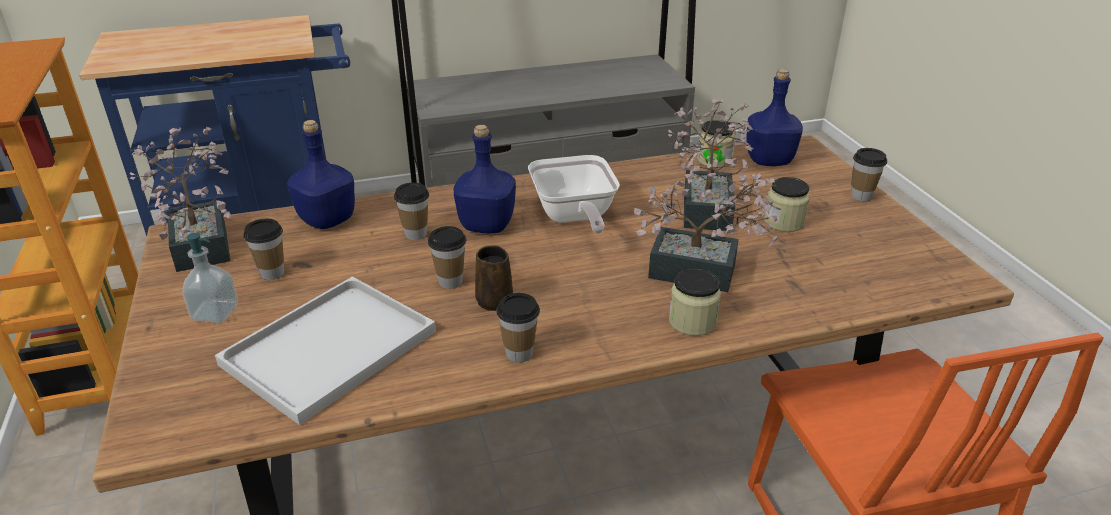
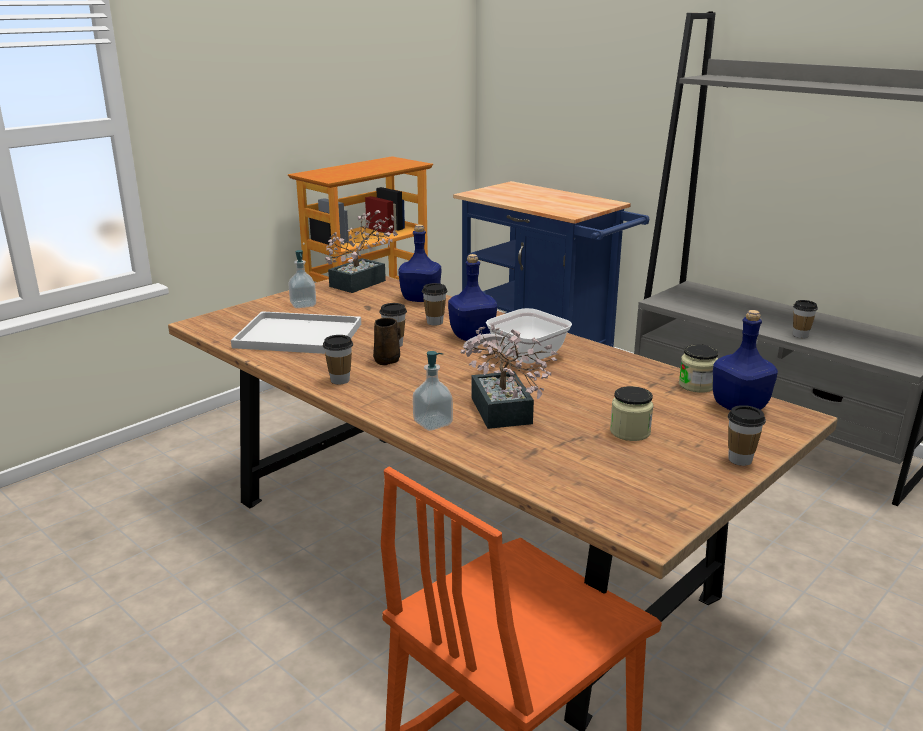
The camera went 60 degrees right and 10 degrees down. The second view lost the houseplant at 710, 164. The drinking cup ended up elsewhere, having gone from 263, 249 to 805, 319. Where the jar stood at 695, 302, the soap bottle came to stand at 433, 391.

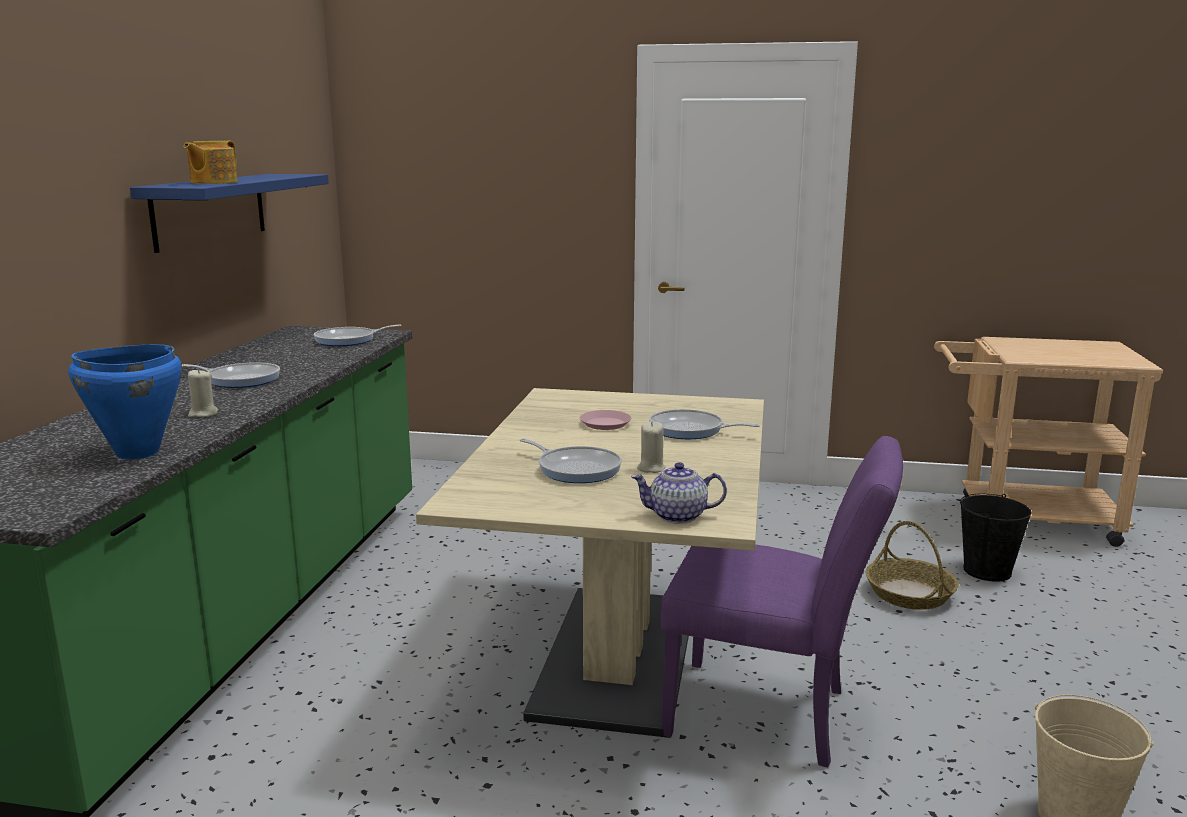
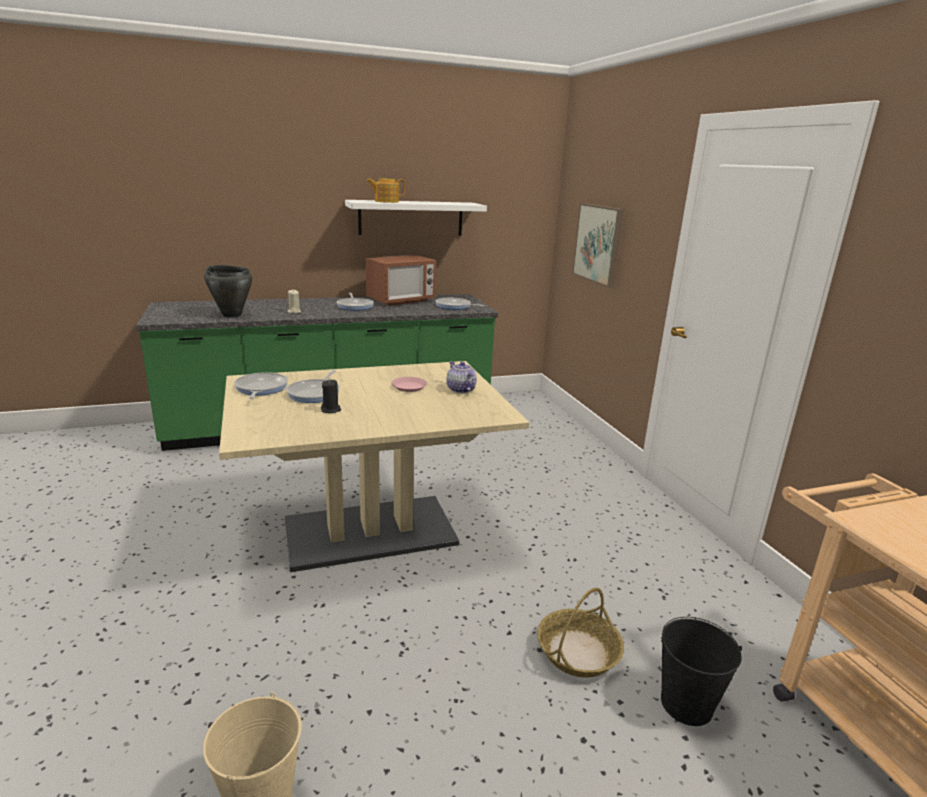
The camera went 60 degrees right and 5 degrees up. The second view lost the purple-coloured chair at 781, 601. The second view gained the kitchen microwave at 401, 280. The second view gained the wall picture at 598, 245. The teapot ended up elsewhere, having gone from 679, 493 to 461, 377. The frying pan ended up elsewhere, having gone from 704, 424 to 261, 385. What was the bluish saucepot at 125, 402 turned into the blackish saucepot at 228, 291. What was the bluish wall shelf at 229, 213 turned into the white wall shelf at 416, 218. What was the sand-coloured wax light at 651, 447 turned into the blackish wax light at 331, 396.

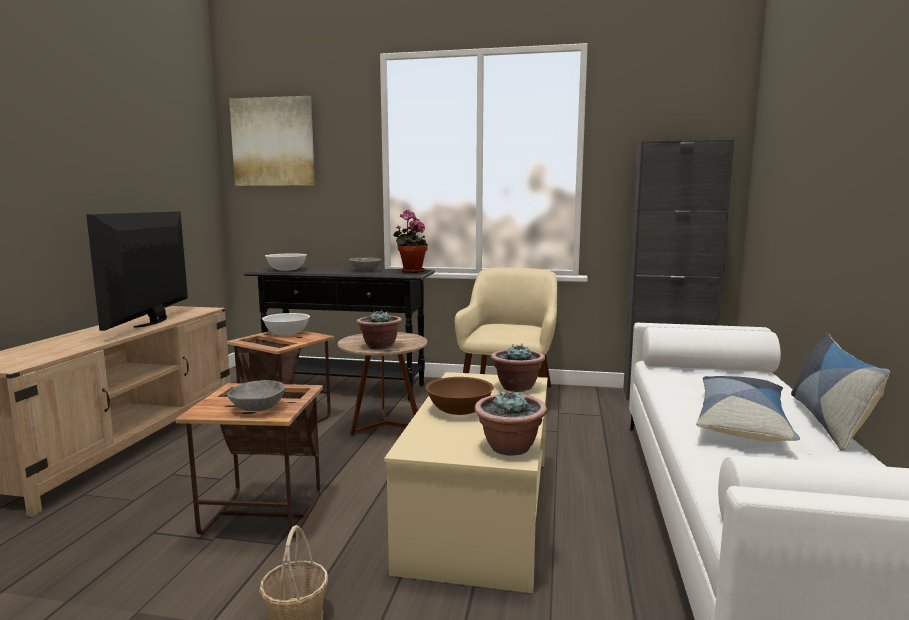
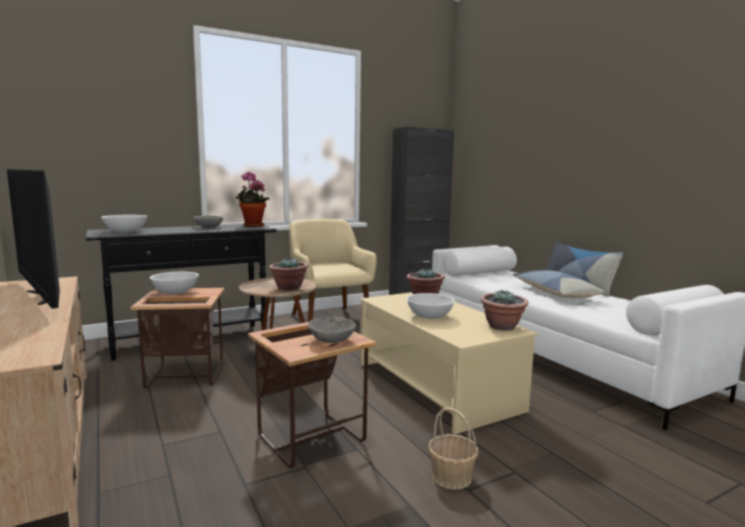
The camera went 40 degrees left and 0 degrees up. The second view lost the wall picture at 272, 141. What was the brown-coloured deep dish at 459, 396 turned into the white deep dish at 431, 306.

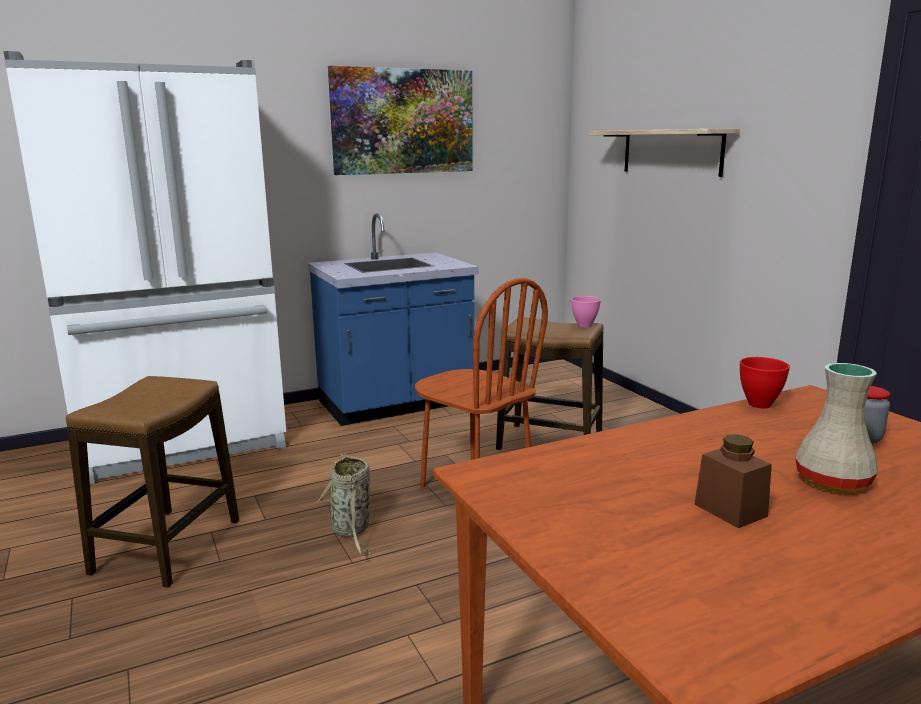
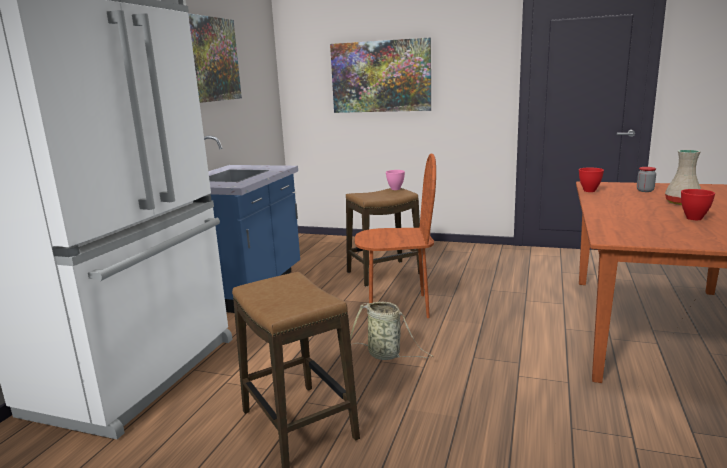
The camera went 45 degrees left and 0 degrees up. Where the wall shelf hung at 664, 153, the wall picture came to hang at 380, 75. Where the brown-coloured jar stood at 733, 481, the reddish deep dish came to stand at 698, 204.

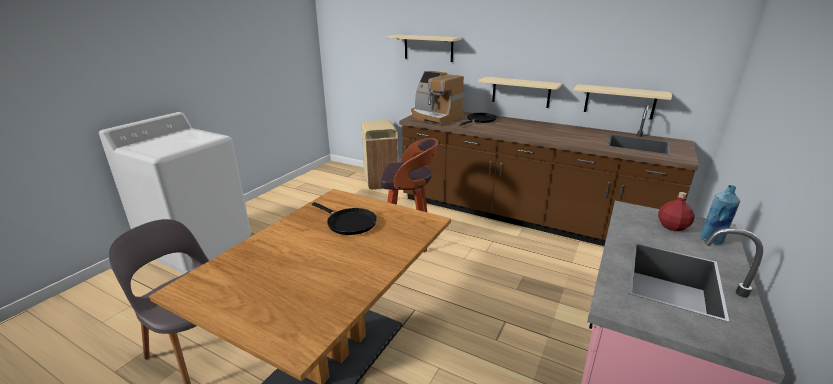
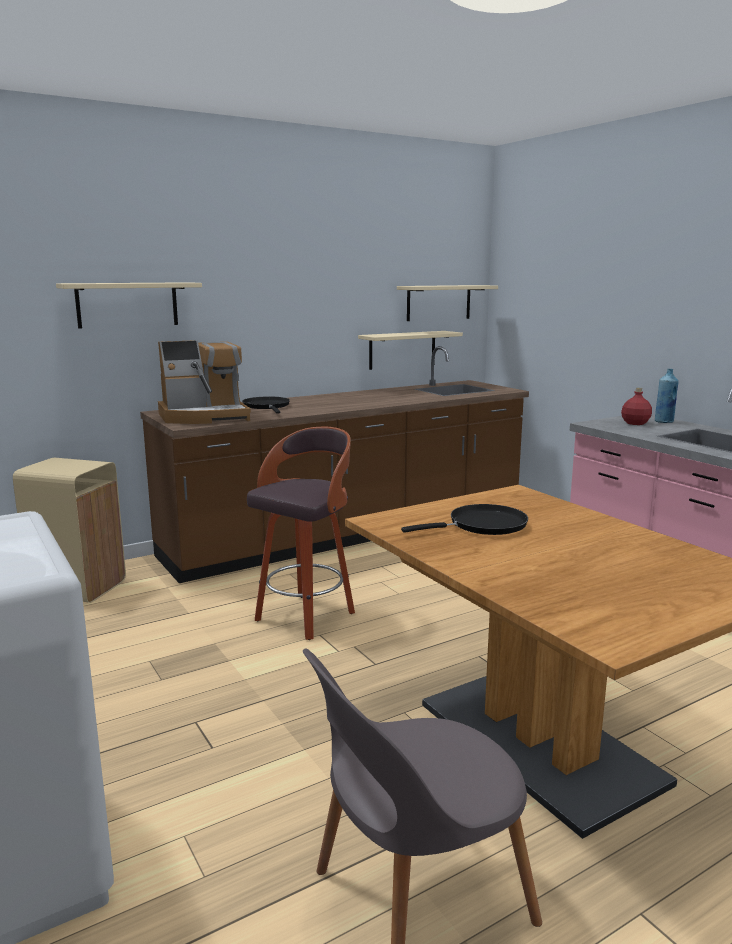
The camera went 60 degrees left and 10 degrees down. The sand-coloured wall shelf ended up elsewhere, having gone from 520, 92 to 447, 303.

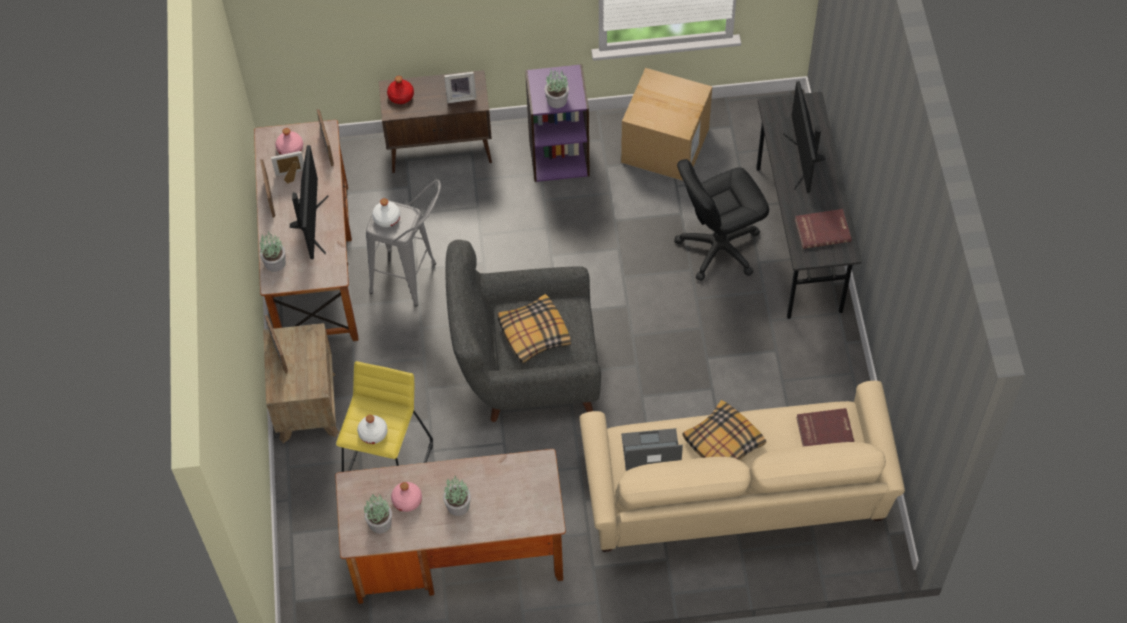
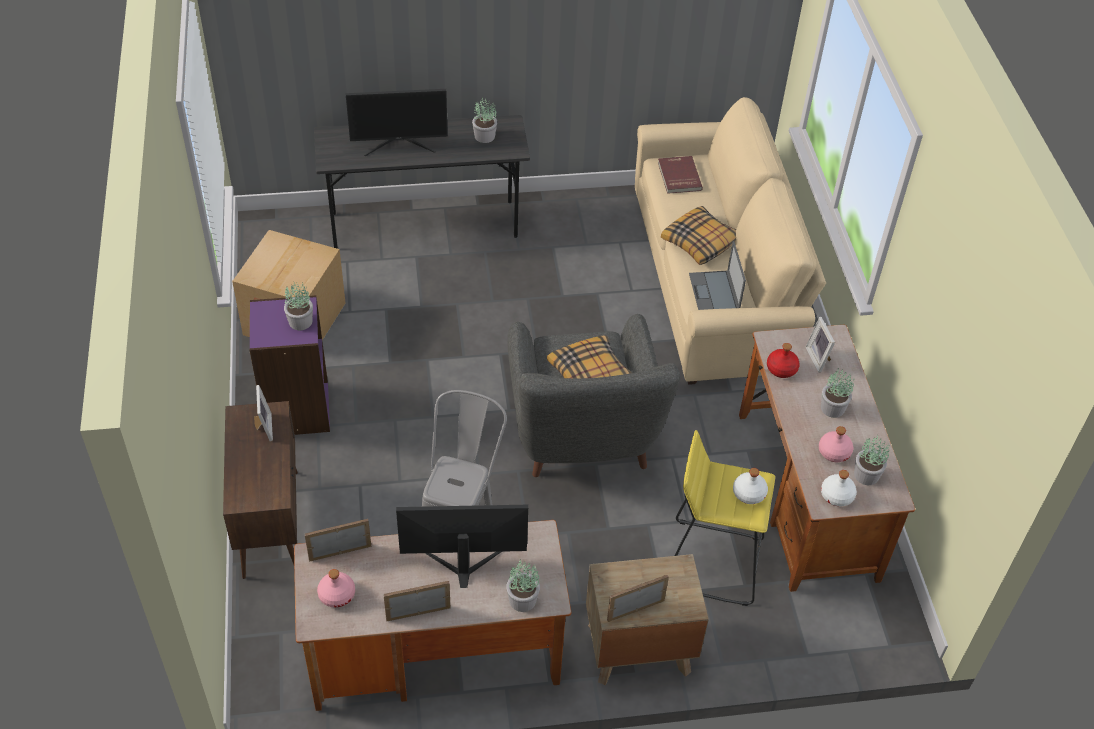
The camera went 95 degrees left and 10 degrees down. The second view lost the blackish desk chair at 721, 220. The picture frame ended up elsewhere, having gone from 287, 167 to 820, 345. The white bottle ended up elsewhere, having gone from 386, 212 to 839, 488. The reddish bottle ended up elsewhere, having gone from 400, 90 to 783, 360. Where the reddish volume stood at 823, 229, the houseplant came to stand at 484, 120.

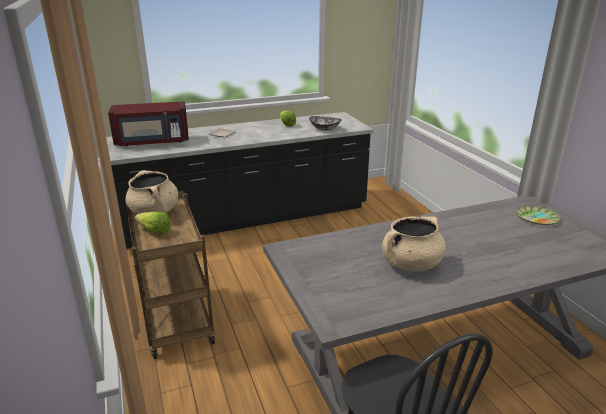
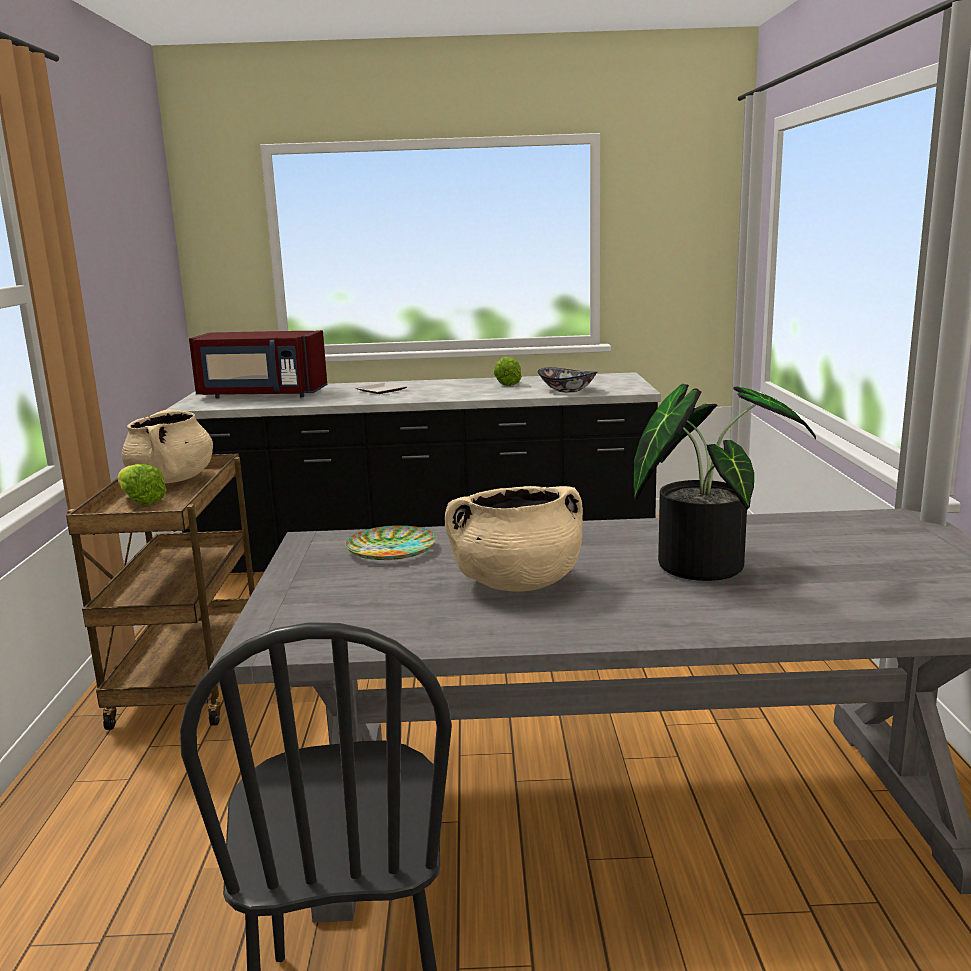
The camera went 20 degrees right and 10 degrees down. The second view gained the houseplant at 725, 482. The plate ended up elsewhere, having gone from 538, 215 to 391, 542.

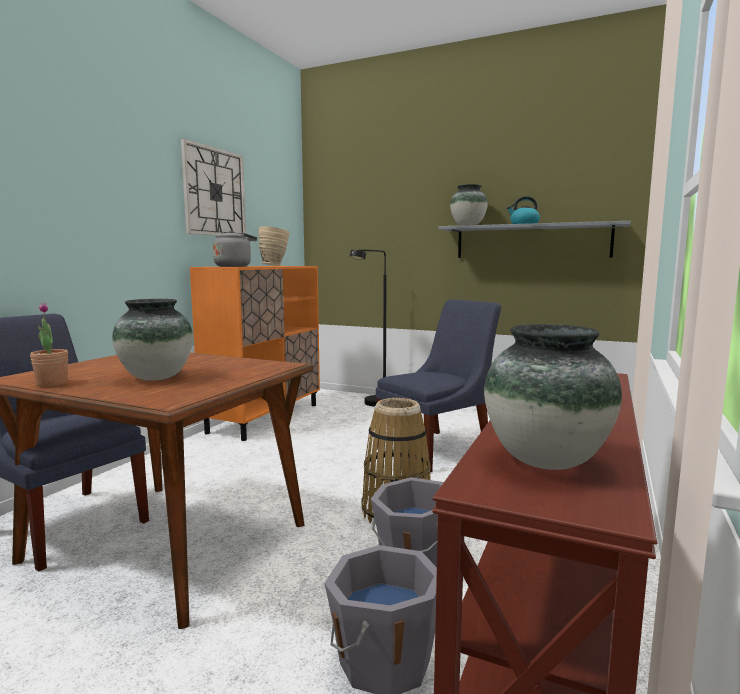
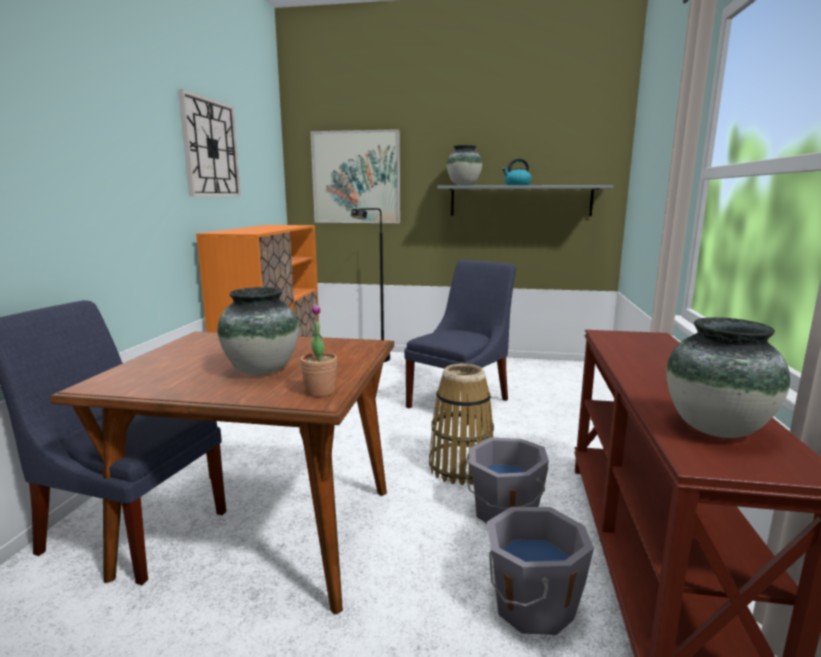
The camera went 15 degrees left and 5 degrees up. The second view lost the gray kettle at 235, 248. The second view lost the sand-coloured vase at 274, 246. The second view gained the wall picture at 355, 176. The houseplant ended up elsewhere, having gone from 49, 345 to 318, 350.

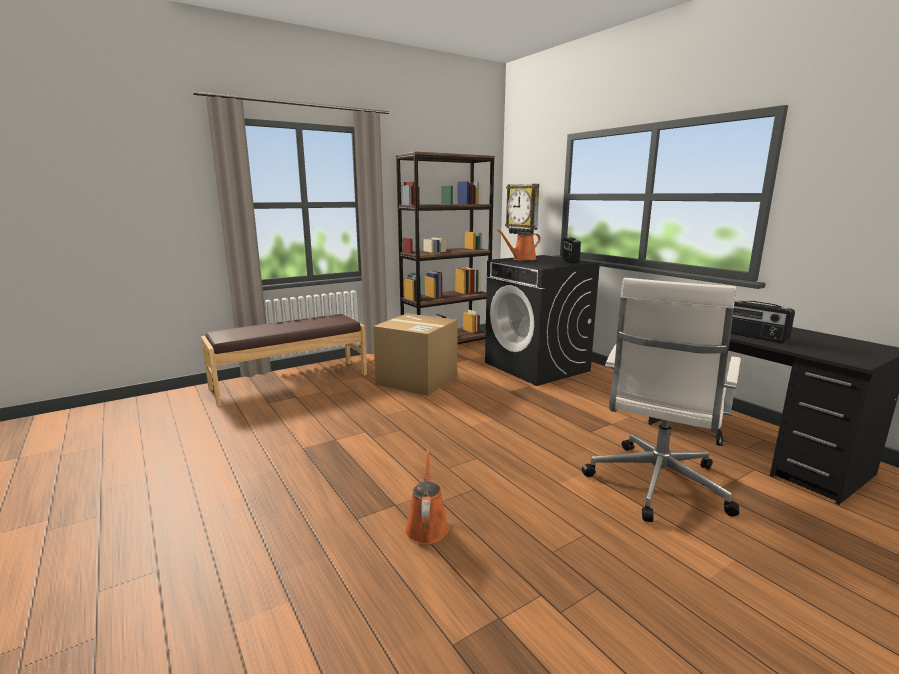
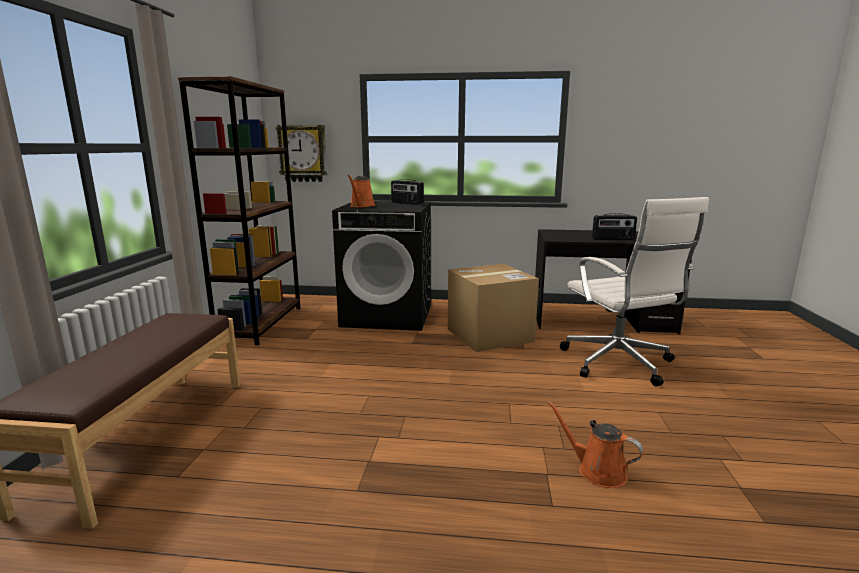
The camera went 50 degrees left and 0 degrees up. The packing box ended up elsewhere, having gone from 415, 355 to 493, 308.

